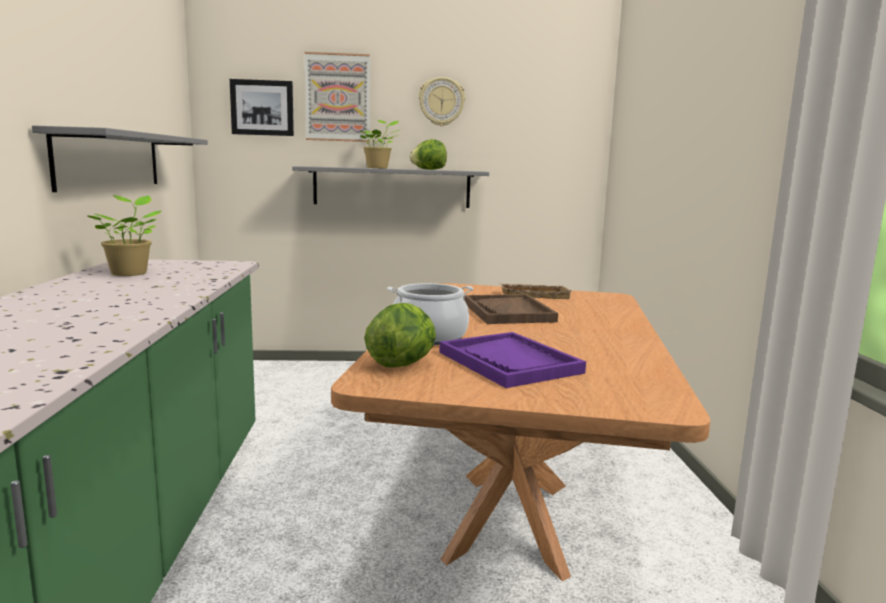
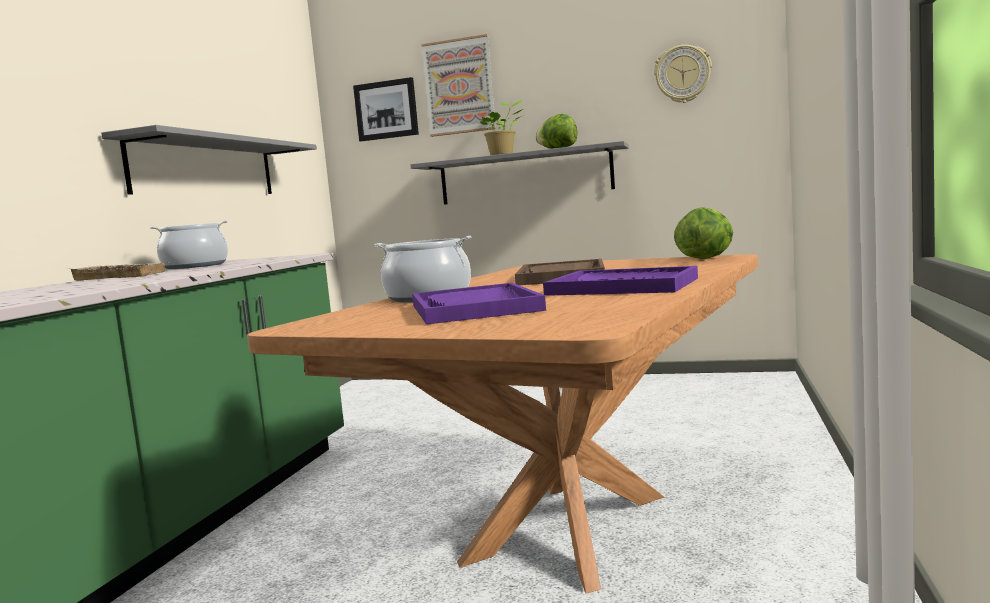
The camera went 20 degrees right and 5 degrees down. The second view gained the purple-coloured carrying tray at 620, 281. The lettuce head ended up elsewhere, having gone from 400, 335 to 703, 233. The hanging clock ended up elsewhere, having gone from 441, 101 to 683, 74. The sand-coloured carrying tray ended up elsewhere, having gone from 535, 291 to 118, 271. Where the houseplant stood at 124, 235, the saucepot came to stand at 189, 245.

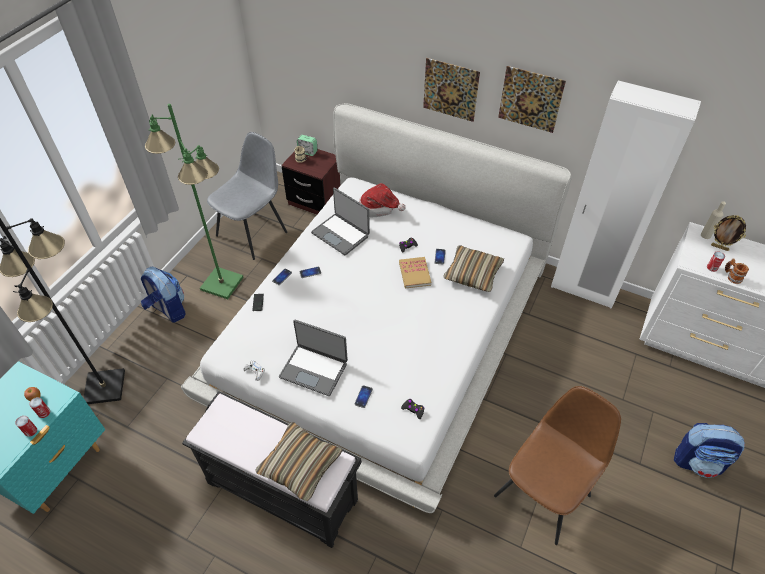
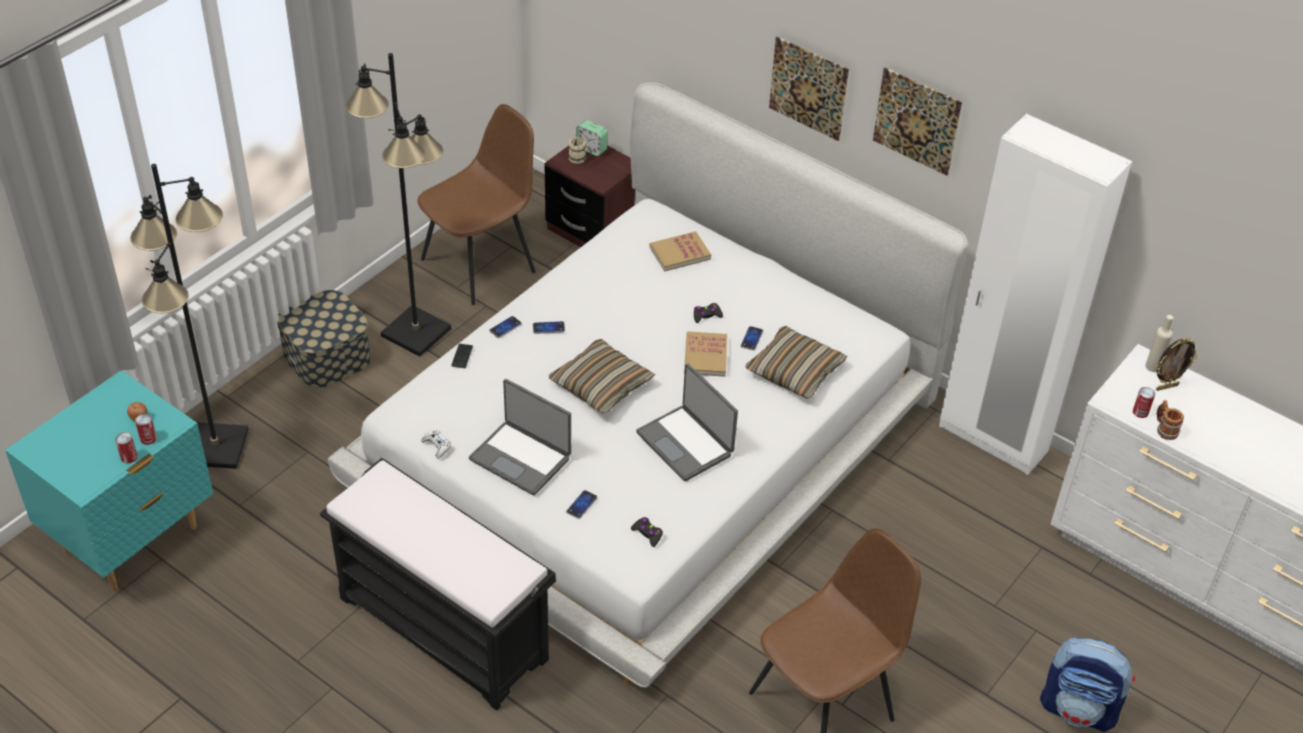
The camera went 10 degrees right and 5 degrees down. The pillow ended up elsewhere, having gone from 299, 461 to 602, 376. The notebook computer ended up elsewhere, having gone from 340, 221 to 687, 422. Where the rucksack stood at 163, 295, the storage bin came to stand at 324, 339. Where the clothing hat stood at 382, 200, the volume came to stand at 680, 251. What was the greenish floor lamp at 194, 201 turned into the blackish floor lamp at 398, 205. What was the gray chair at 247, 196 turned into the brown-coloured chair at 476, 204. The picture frame at 728, 233 ended up facing another way, 60 degrees counterclockwise from before.

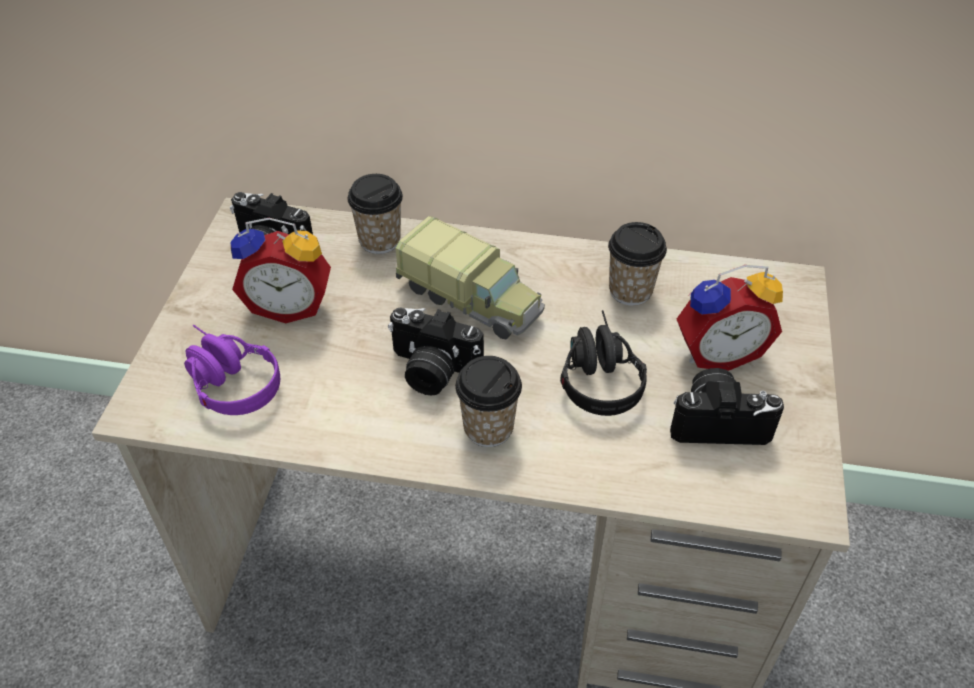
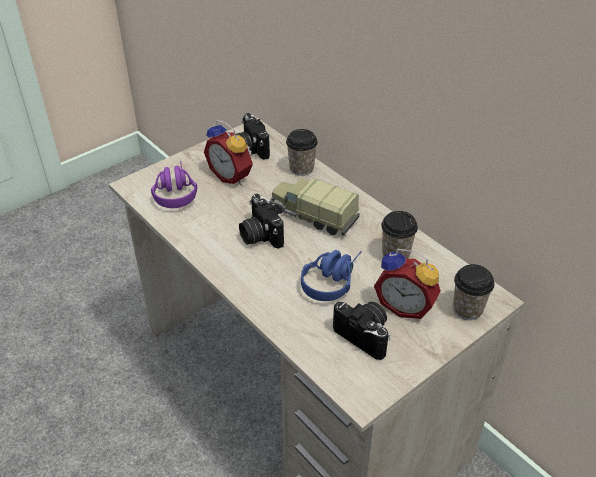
The camera went 40 degrees right and 5 degrees down. The drinking cup ended up elsewhere, having gone from 488, 401 to 473, 292. What was the blackish pair of headphones at 603, 363 turned into the bluish pair of headphones at 331, 275. The toy truck at 470, 278 ended up facing another way, 135 degrees clockwise from before.

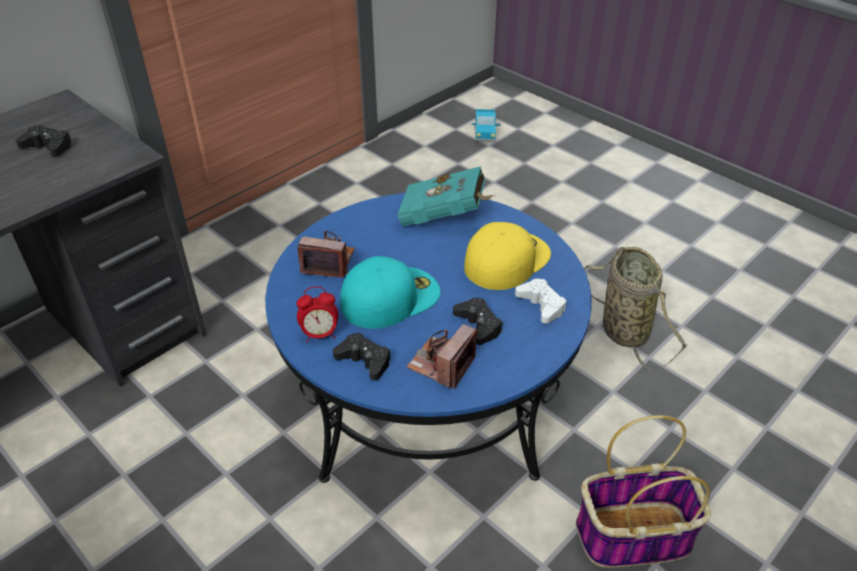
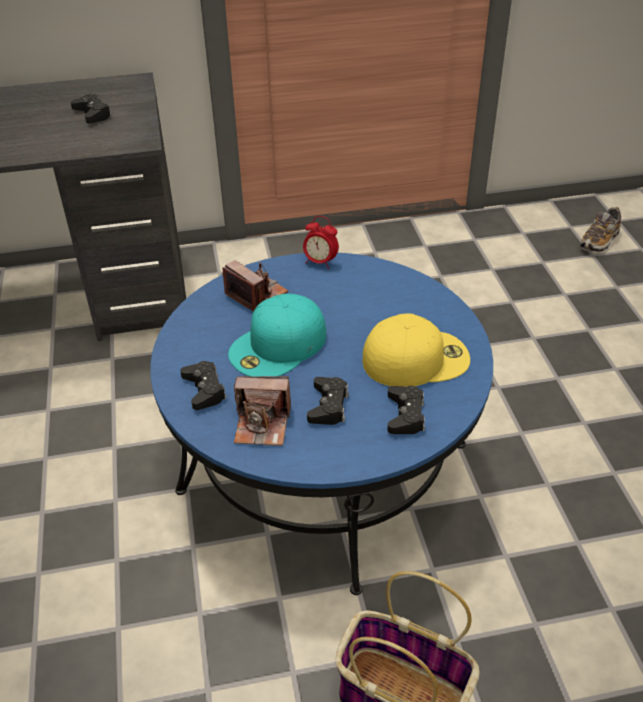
The camera went 35 degrees right and 0 degrees up. The second view lost the turquoise volume at 446, 196. The second view lost the basket at 636, 308. The table clock ended up elsewhere, having gone from 317, 314 to 321, 242. Where the toy truck stood at 485, 125, the shoe came to stand at 600, 229. What was the white game controller at 541, 301 turned into the blackish game controller at 406, 410. The turquoise baseball cap at 390, 292 ended up facing another way, 135 degrees clockwise from before. The still camera at 442, 356 ended up facing another way, 150 degrees counterclockwise from before.

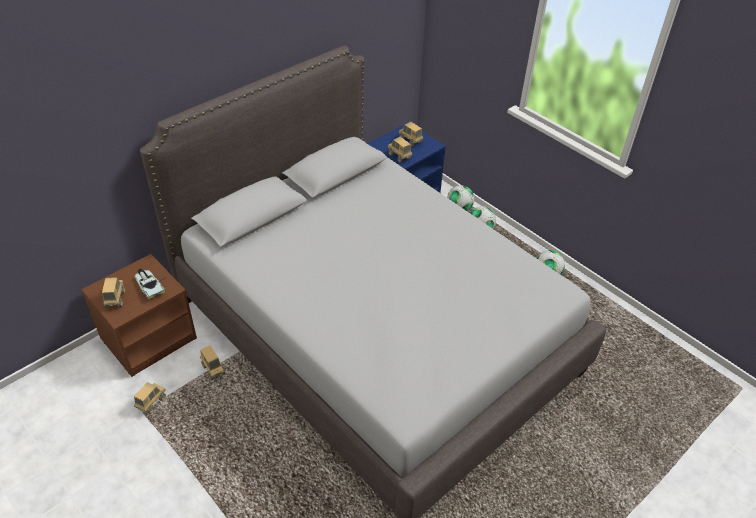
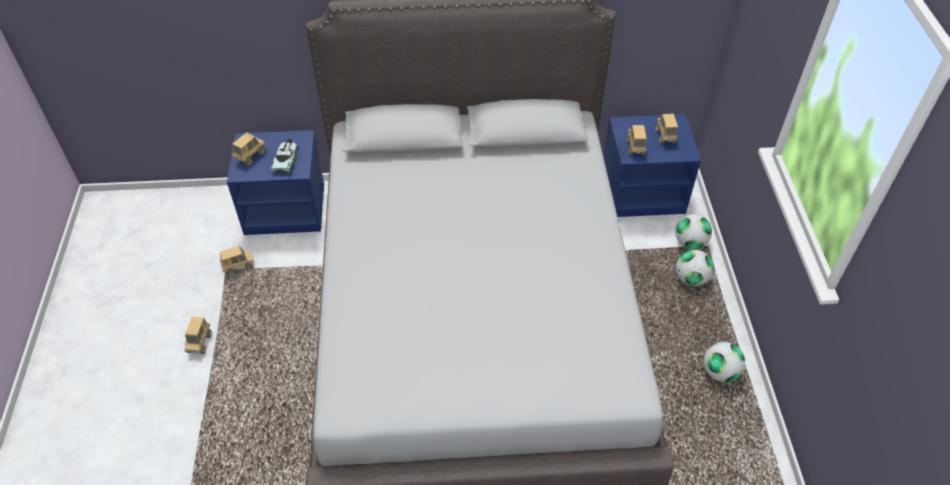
The camera went 40 degrees right and 5 degrees up. The toy truck ended up elsewhere, having gone from 212, 362 to 198, 335. What was the brown-coloured nightstand at 139, 315 turned into the bluish nightstand at 275, 182.

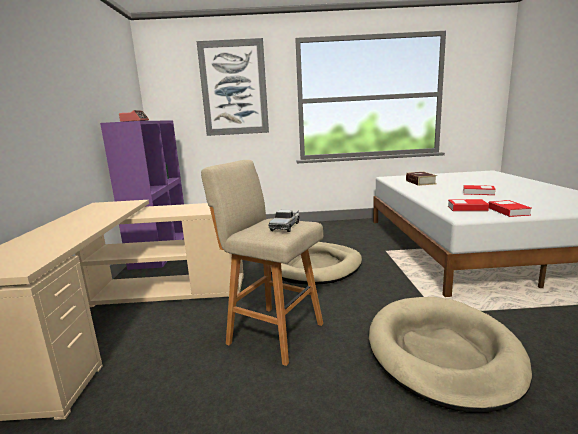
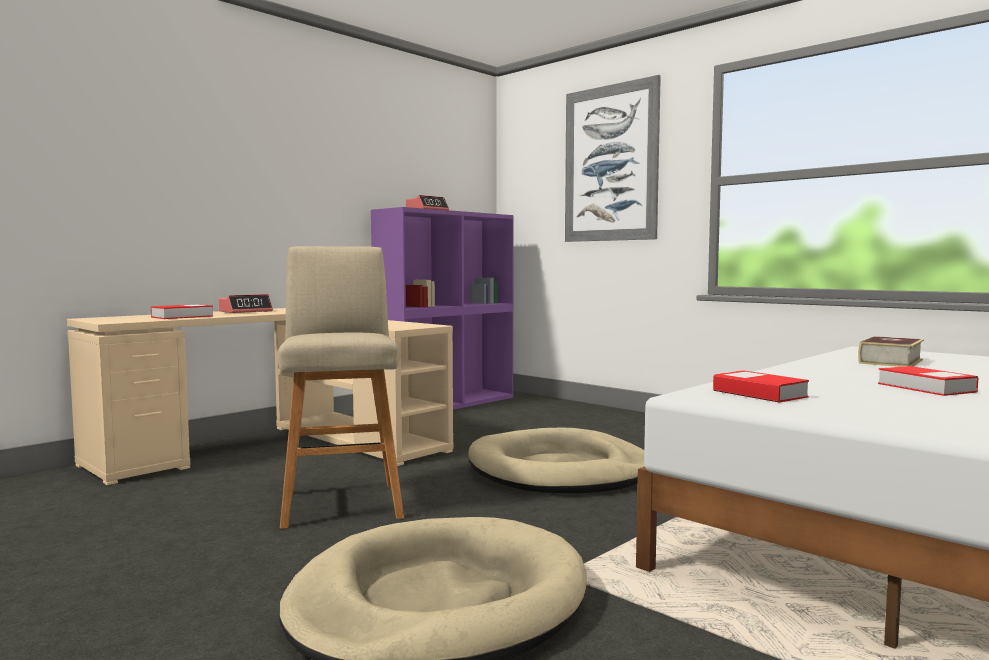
The camera went 45 degrees right and 10 degrees down. The second view lost the toy truck at 284, 221. The second view gained the table clock at 246, 303. The volume ended up elsewhere, having gone from 510, 208 to 182, 311.

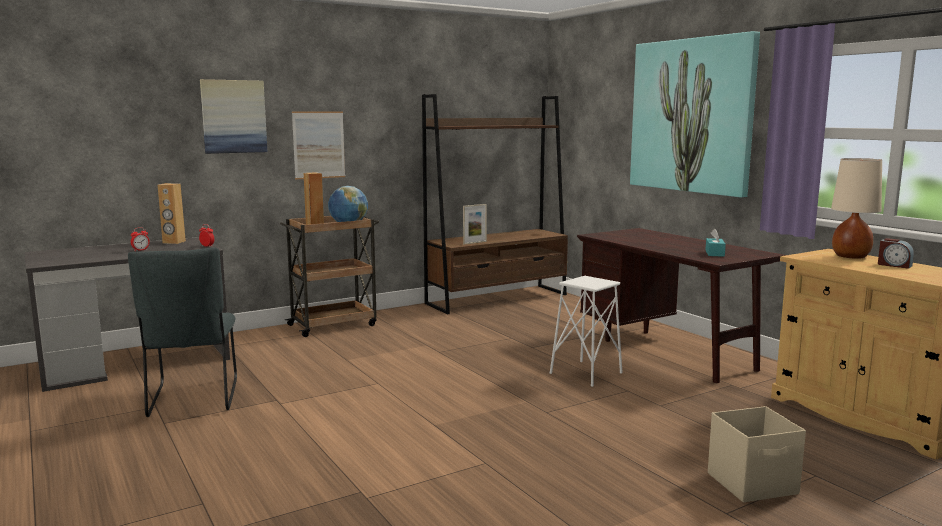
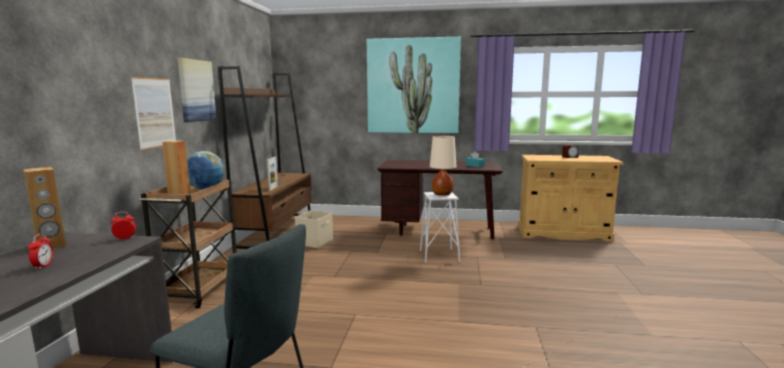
The camera went 50 degrees left and 0 degrees up. The wall picture ended up elsewhere, having gone from 233, 116 to 197, 90. The sand-coloured storage bin ended up elsewhere, having gone from 757, 454 to 314, 229. The sand-coloured lamp for a table ended up elsewhere, having gone from 856, 208 to 443, 165.

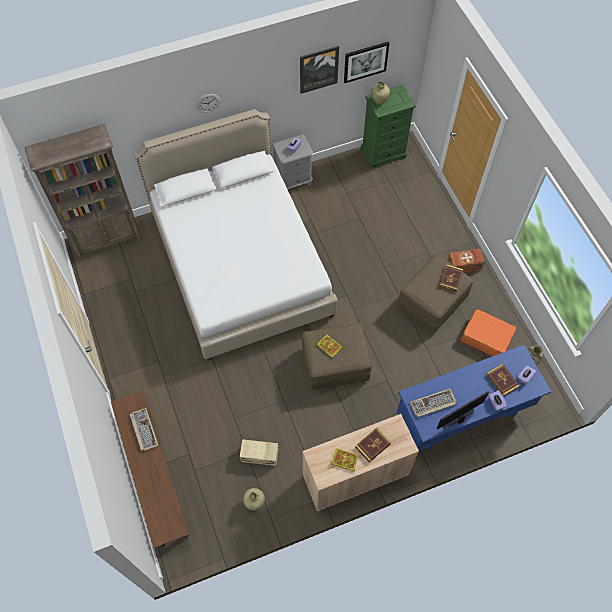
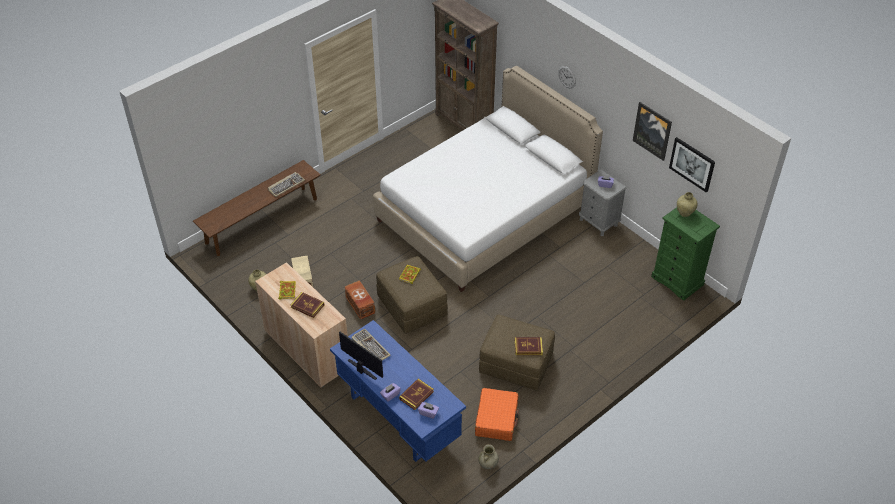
The camera went 70 degrees right and 15 degrees down. The brown-coloured storage bin ended up elsewhere, having gone from 466, 260 to 360, 299.

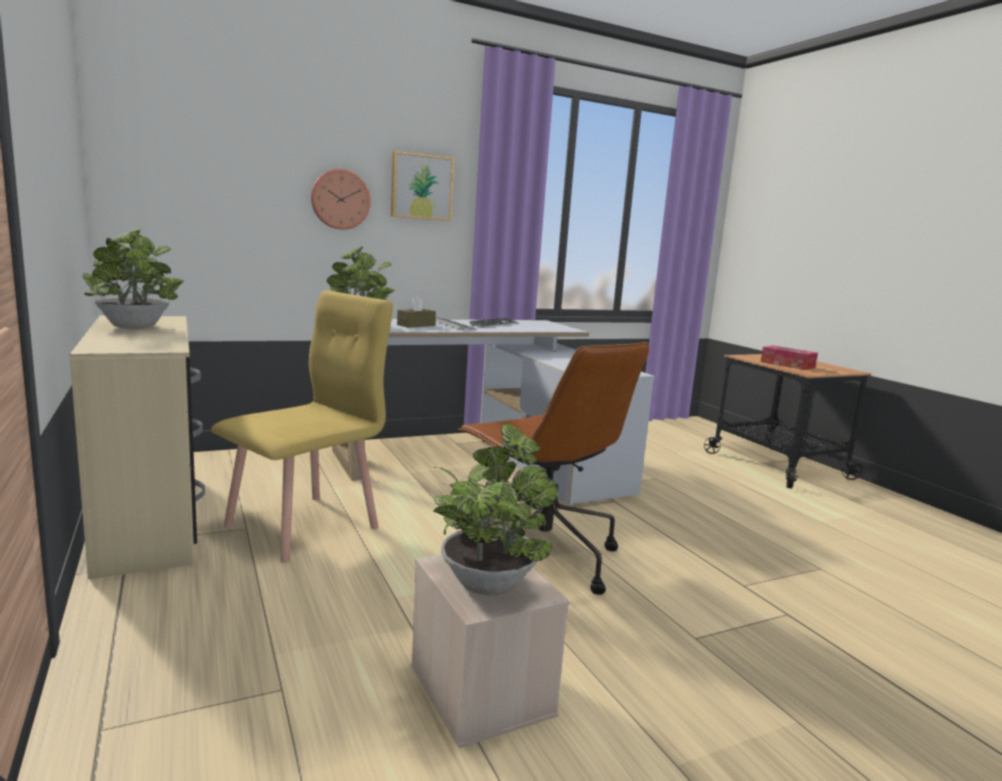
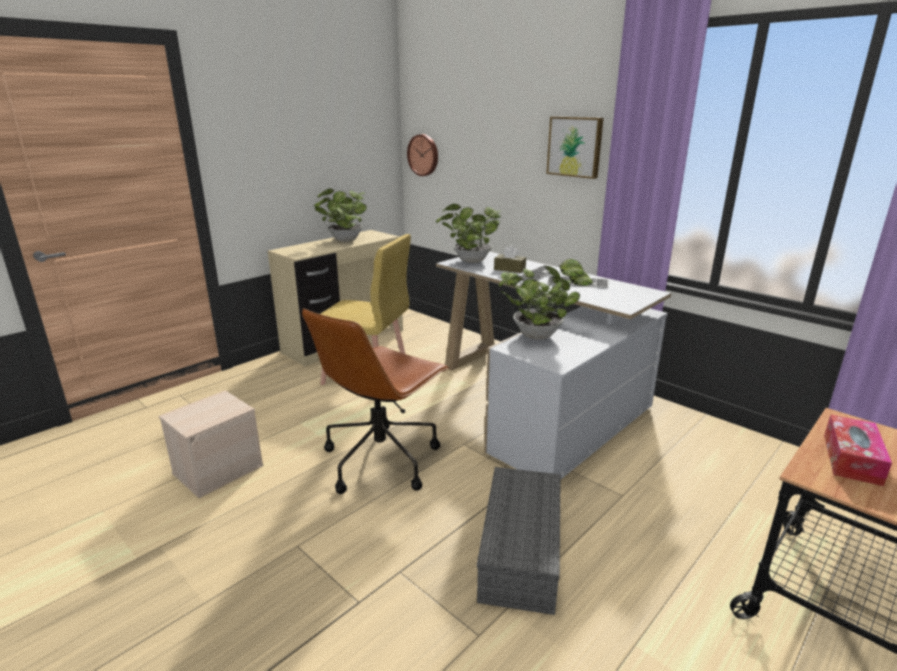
The camera went 70 degrees right and 10 degrees up. The second view gained the gray storage bin at 519, 541. The hanging clock ended up elsewhere, having gone from 341, 199 to 422, 155. The houseplant ended up elsewhere, having gone from 495, 509 to 545, 299.

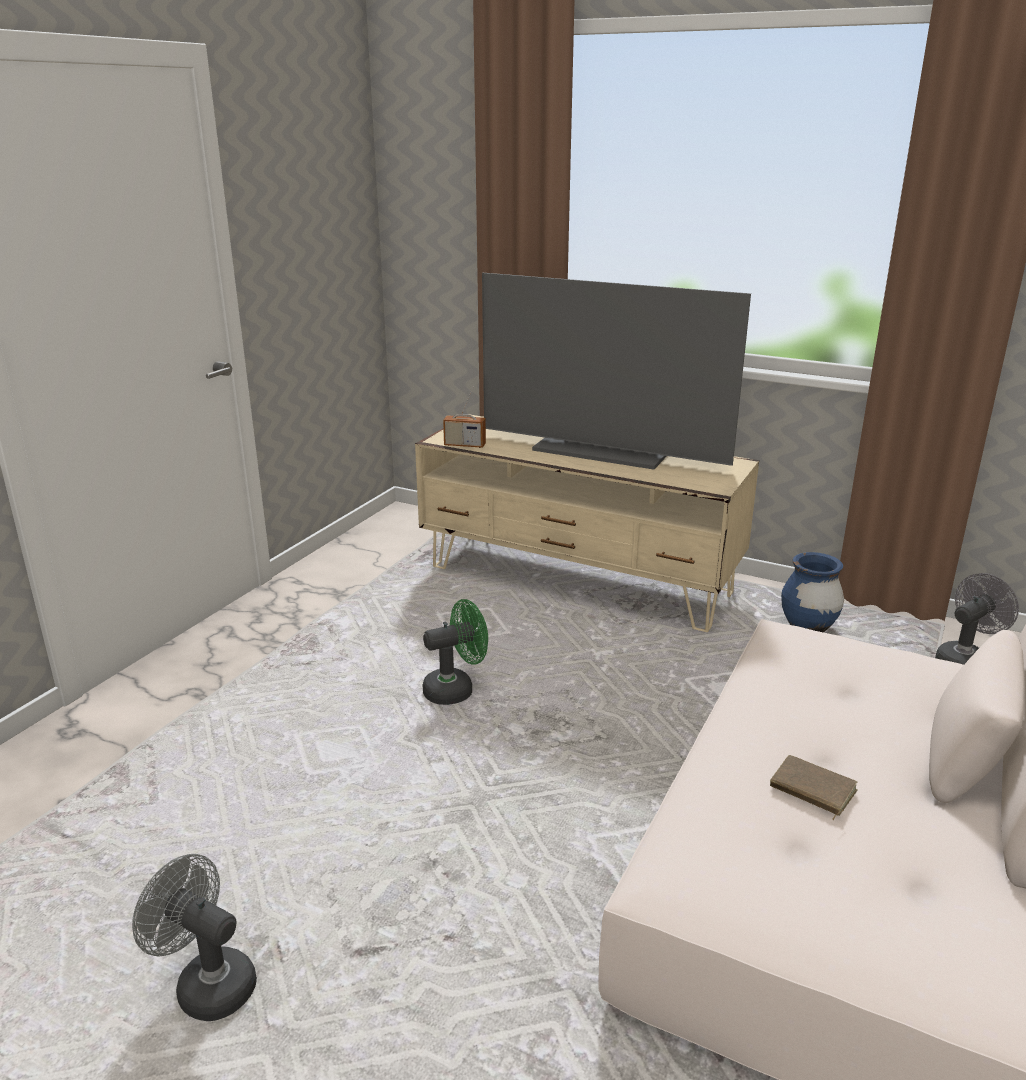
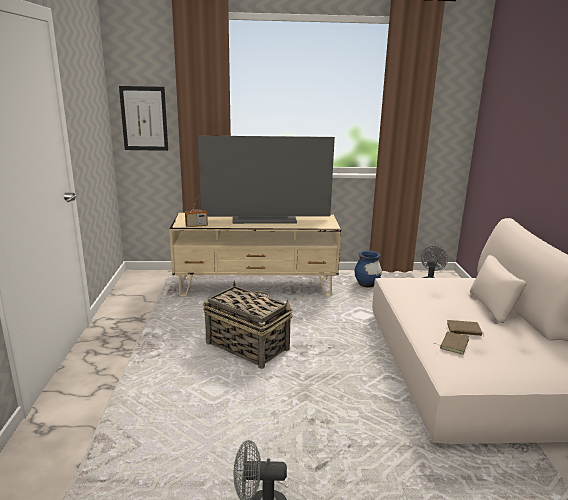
The camera went 30 degrees left and 5 degrees down. The second view gained the wall picture at 143, 118. The second view gained the brown-coloured volume at 453, 343. Where the greenish fan stood at 455, 652, the basket came to stand at 248, 325.

